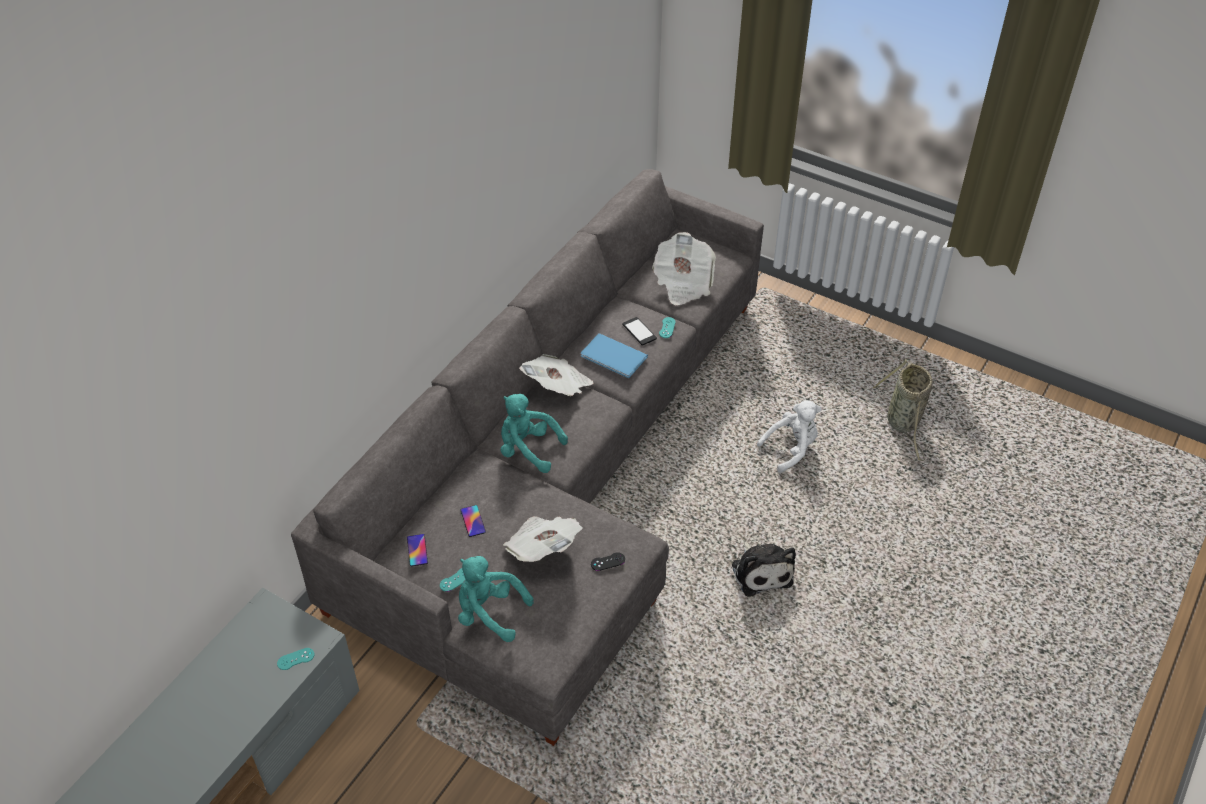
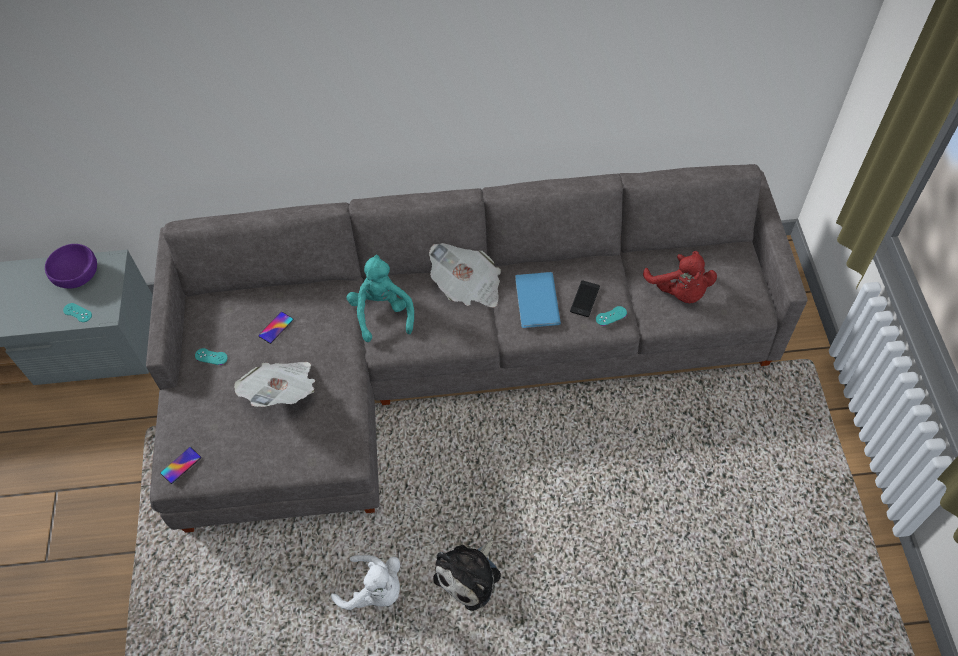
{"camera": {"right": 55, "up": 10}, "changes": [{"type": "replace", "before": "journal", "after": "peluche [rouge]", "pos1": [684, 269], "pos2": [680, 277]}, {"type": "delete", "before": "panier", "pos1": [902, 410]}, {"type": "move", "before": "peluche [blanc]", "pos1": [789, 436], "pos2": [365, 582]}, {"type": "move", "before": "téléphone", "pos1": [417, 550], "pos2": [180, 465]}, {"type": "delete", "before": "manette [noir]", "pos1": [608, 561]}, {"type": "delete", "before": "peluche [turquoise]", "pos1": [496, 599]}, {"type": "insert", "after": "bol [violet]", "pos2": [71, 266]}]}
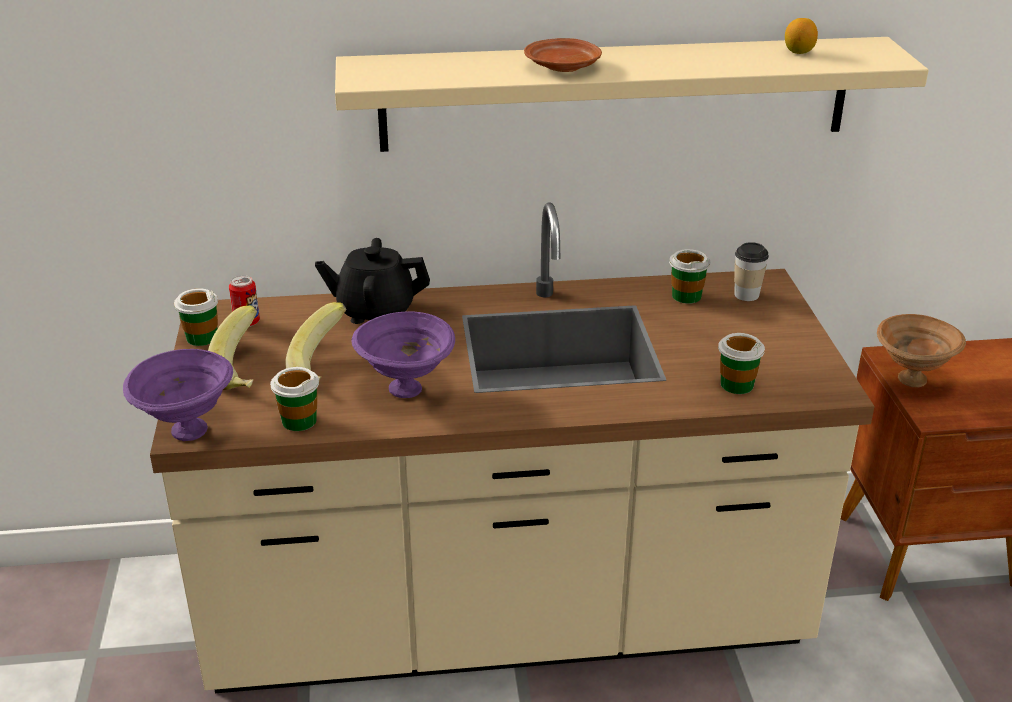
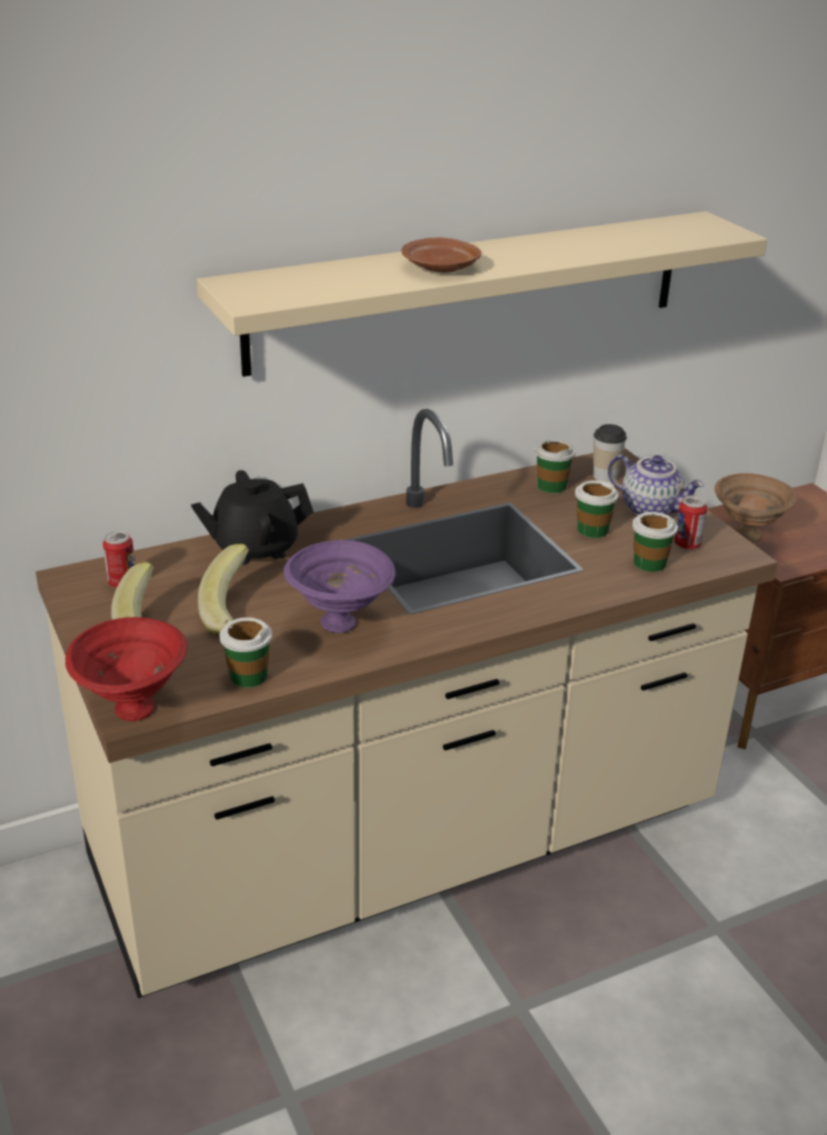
{"camera": {"right": -20, "up": 0}, "changes": [{"type": "delete", "before": "citron", "pos1": [801, 36]}, {"type": "move", "before": "tasse", "pos1": [196, 317], "pos2": [597, 509]}, {"type": "recolor", "before": "bol [violet]", "after": "bol [rouge]", "pos1": [178, 395], "pos2": [126, 669]}, {"type": "insert", "after": "théière", "pos2": [656, 485]}, {"type": "insert", "after": "boîte métallique", "pos2": [690, 523]}]}
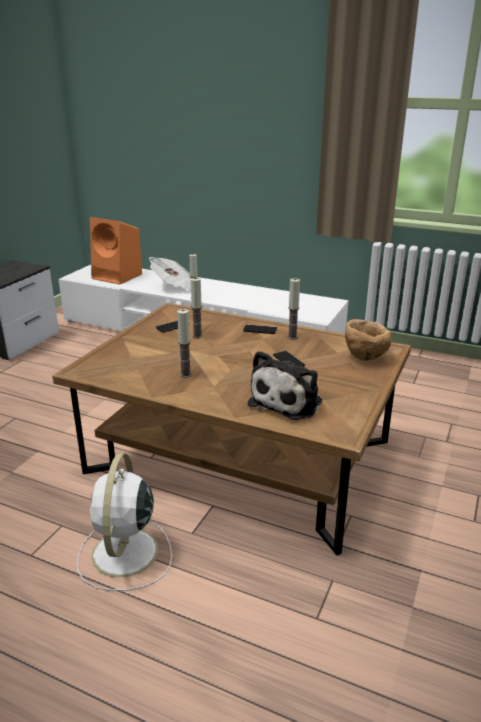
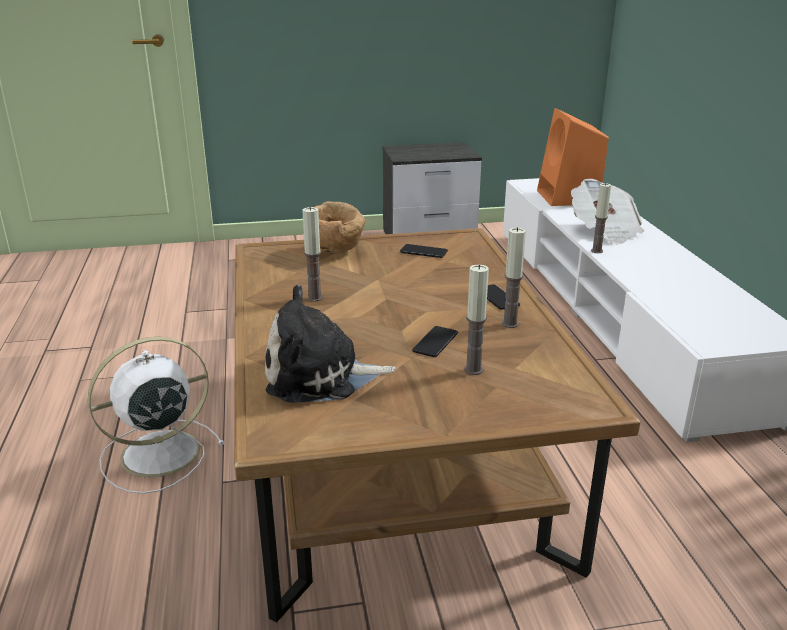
{"camera": {"right": 55, "up": 0}, "changes": [{"type": "move", "before": "bougie", "pos1": [197, 308], "pos2": [476, 320]}, {"type": "move", "before": "bol [marron]", "pos1": [368, 340], "pos2": [340, 227]}]}
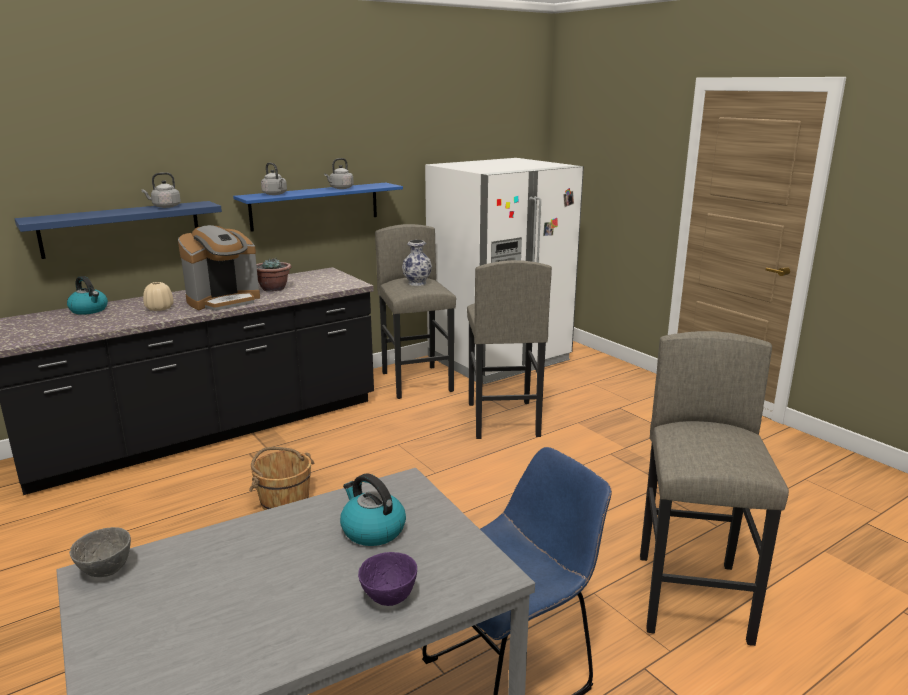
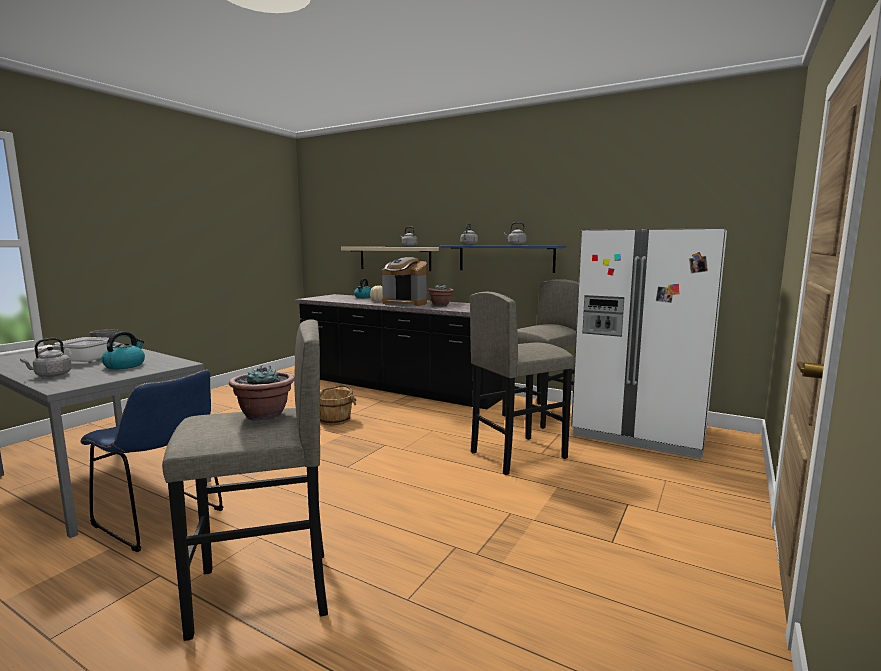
{"camera": {"right": 65, "up": -10}, "changes": [{"type": "recolor", "before": "étagère [bleu]", "after": "étagère [beige]", "pos1": [118, 230], "pos2": [390, 259]}, {"type": "delete", "before": "vase", "pos1": [417, 263]}, {"type": "replace", "before": "bol [violet]", "after": "bouilloire [gris]", "pos1": [387, 579], "pos2": [46, 357]}, {"type": "insert", "after": "poêle", "pos2": [73, 349]}, {"type": "insert", "after": "plante en pot", "pos2": [261, 393]}]}
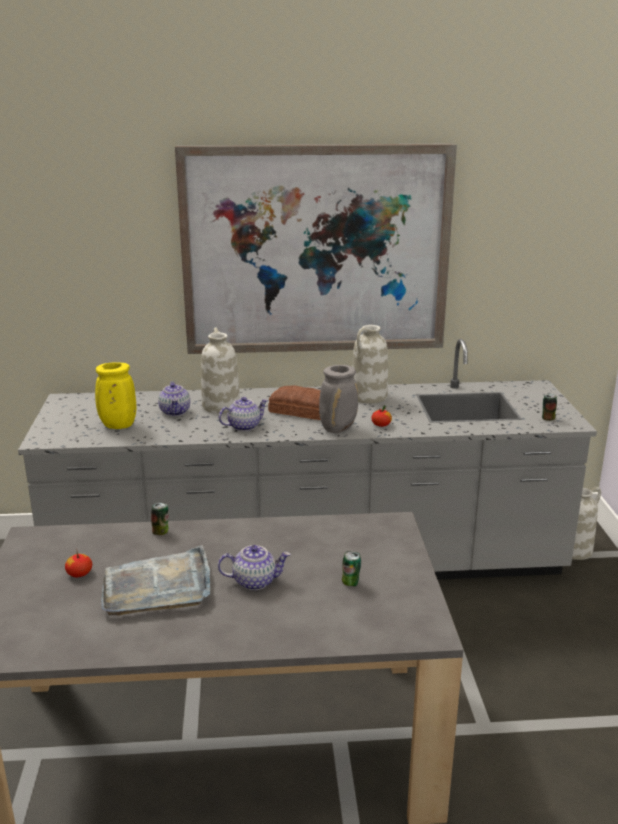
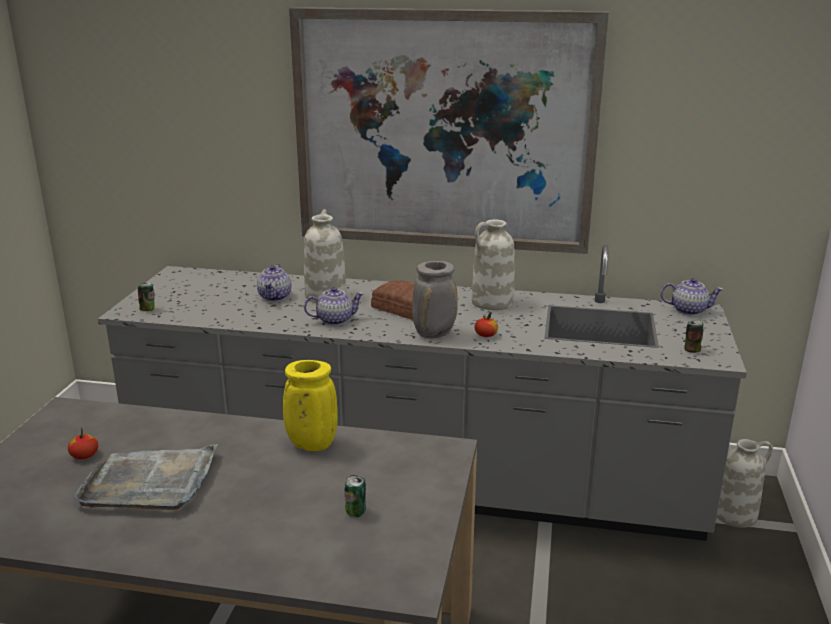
{"camera": {"right": 15, "up": 0}, "changes": [{"type": "move", "before": "vase [jaune]", "pos1": [115, 395], "pos2": [310, 405]}, {"type": "move", "before": "boîte métallique", "pos1": [160, 519], "pos2": [146, 296]}, {"type": "move", "before": "théière", "pos1": [254, 567], "pos2": [692, 296]}]}
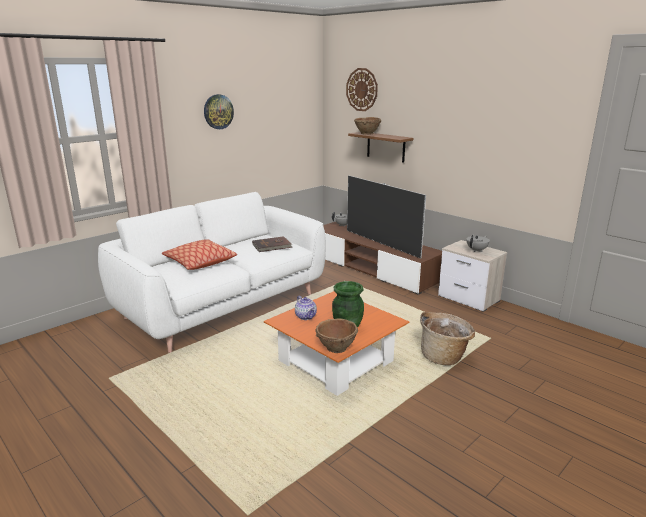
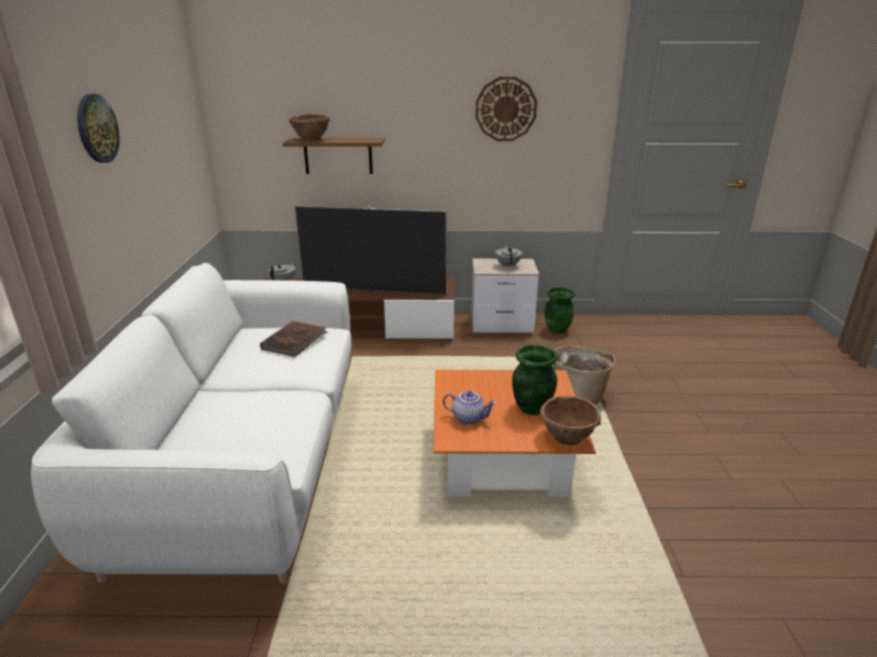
{"camera": {"right": -45, "up": 5}, "changes": [{"type": "move", "before": "horloge murale", "pos1": [362, 89], "pos2": [506, 109]}, {"type": "delete", "before": "coussin", "pos1": [199, 255]}, {"type": "insert", "after": "vase [vert]", "pos2": [560, 310]}]}
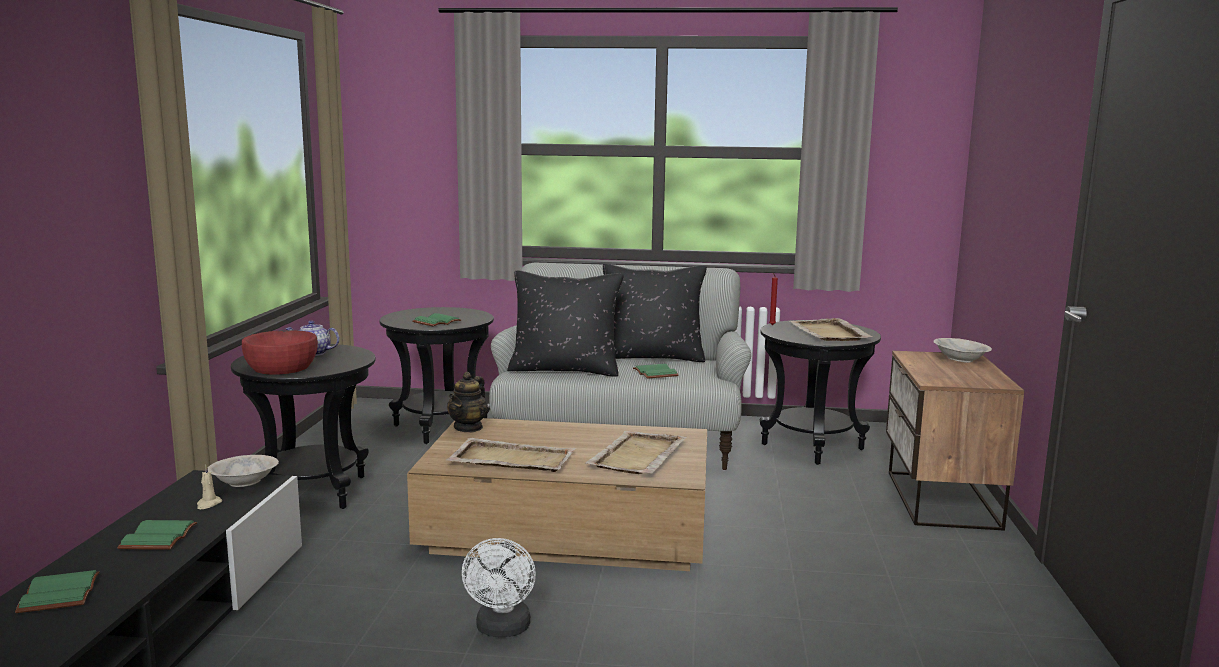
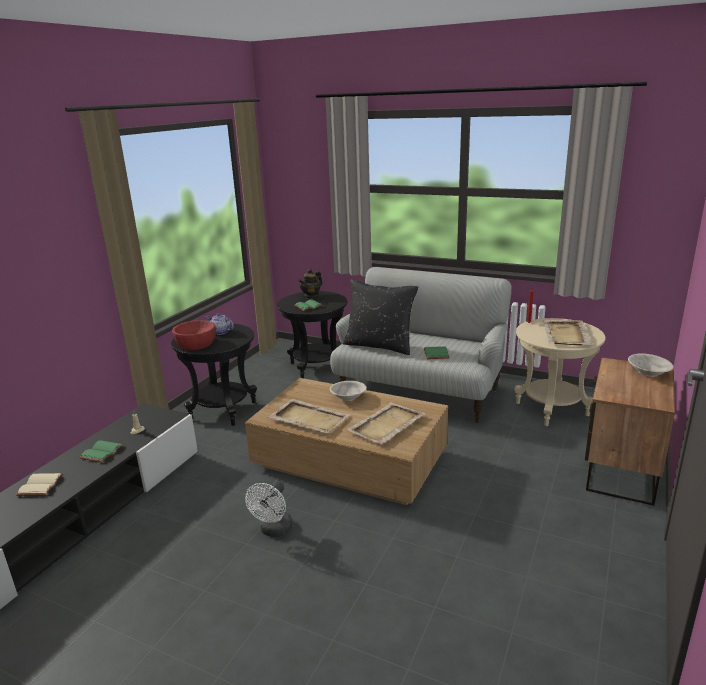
{"camera": {"right": 20, "up": 10}, "changes": [{"type": "delete", "before": "coussin [noir]", "pos1": [655, 313]}, {"type": "recolor", "before": "table d'appoint [noir]", "after": "table d'appoint [beige]", "pos1": [820, 392], "pos2": [559, 372]}, {"type": "move", "before": "théière", "pos1": [467, 402], "pos2": [310, 284]}, {"type": "move", "before": "bol [beige]", "pos1": [243, 471], "pos2": [348, 391]}, {"type": "recolor", "before": "livre [vert]", "after": "livre [beige]", "pos1": [57, 591], "pos2": [39, 484]}]}
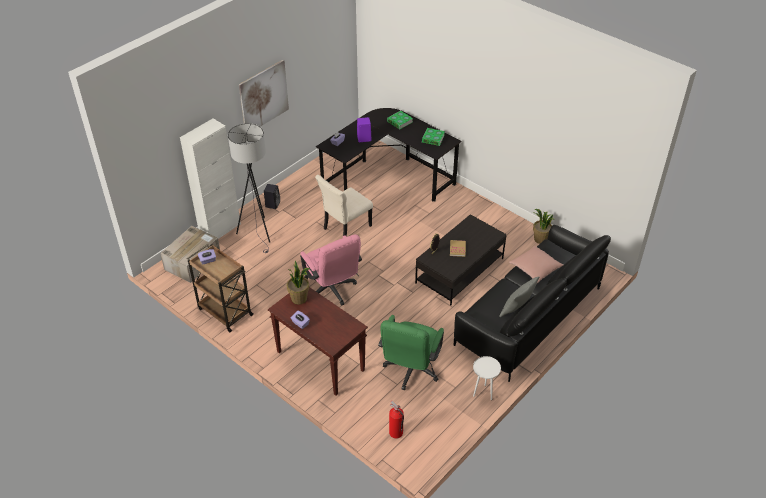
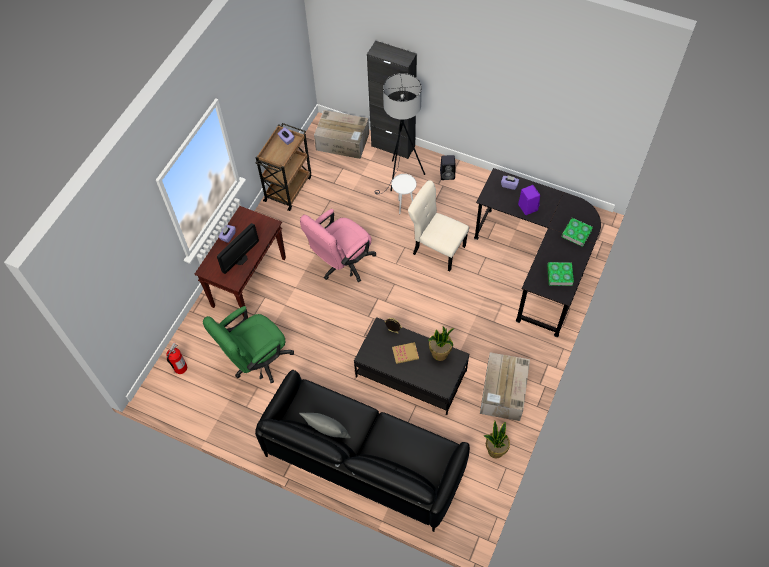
{"camera": {"right": 75, "up": 15}, "changes": [{"type": "delete", "before": "tableau", "pos1": [264, 93]}, {"type": "recolor", "before": "meuble de rangement [blanc]", "after": "meuble de rangement [noir]", "pos1": [210, 179], "pos2": [392, 100]}, {"type": "delete", "before": "coussin [rose]", "pos1": [536, 264]}, {"type": "move", "before": "plante en pot", "pos1": [298, 282], "pos2": [441, 343]}, {"type": "rotate", "before": "chaise de bureau [vert]", "pos1": [411, 352], "pos2": [248, 344], "turn": -45}, {"type": "move", "before": "table d'appoint [blanc]", "pos1": [487, 378], "pos2": [403, 194]}, {"type": "insert", "after": "écran d'ordinateur", "pos2": [238, 248]}, {"type": "insert", "after": "carton", "pos2": [505, 386]}]}
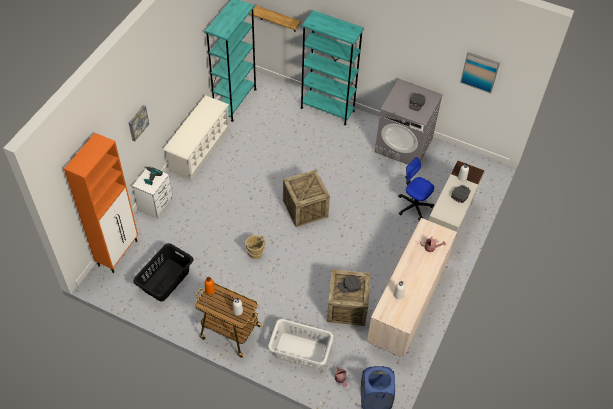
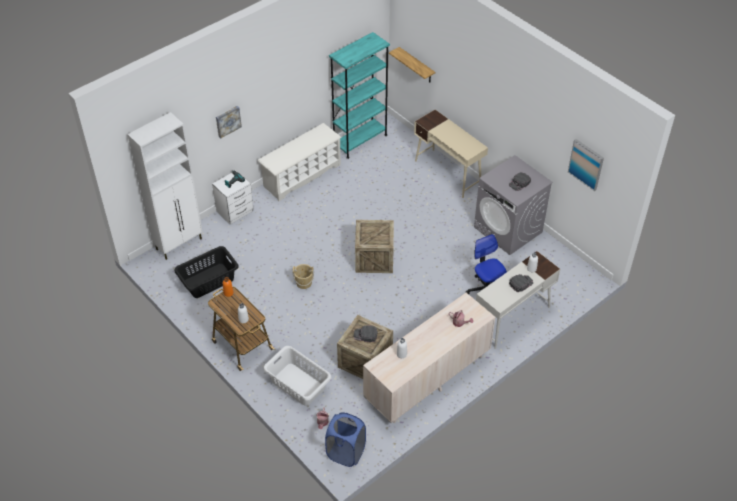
{"camera": {"right": 25, "up": -5}, "changes": [{"type": "replace", "before": "bibliothèque [turquoise]", "after": "bureau [beige]", "pos1": [332, 67], "pos2": [451, 153]}, {"type": "recolor", "before": "meuble de rangement [orange]", "after": "meuble de rangement [blanc]", "pos1": [101, 203], "pos2": [165, 186]}]}
